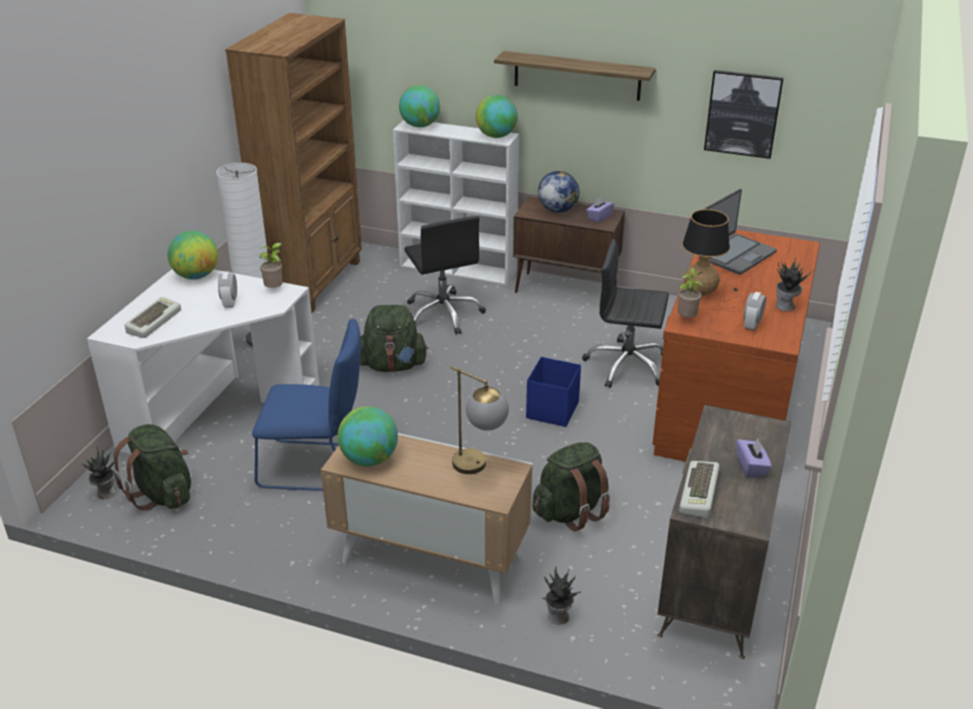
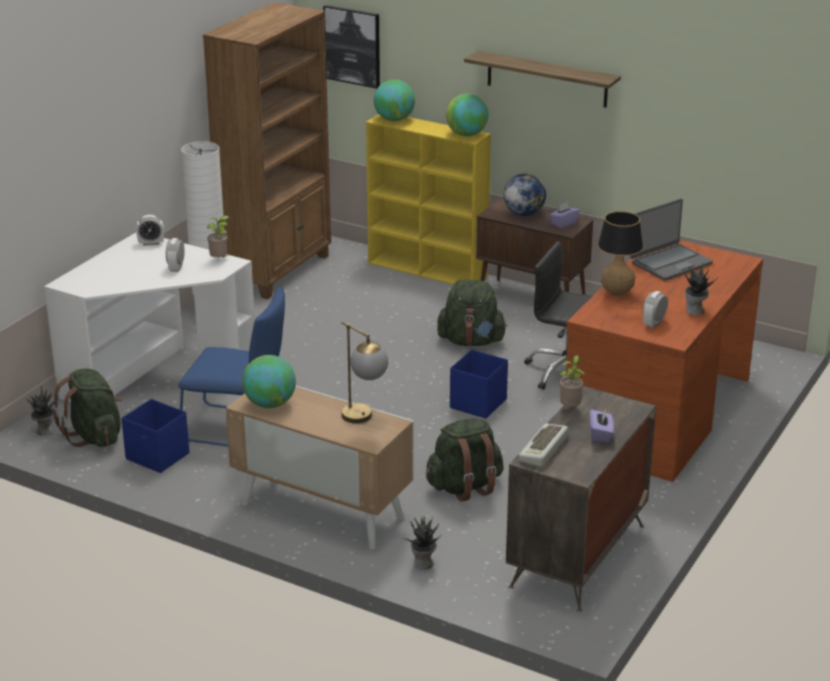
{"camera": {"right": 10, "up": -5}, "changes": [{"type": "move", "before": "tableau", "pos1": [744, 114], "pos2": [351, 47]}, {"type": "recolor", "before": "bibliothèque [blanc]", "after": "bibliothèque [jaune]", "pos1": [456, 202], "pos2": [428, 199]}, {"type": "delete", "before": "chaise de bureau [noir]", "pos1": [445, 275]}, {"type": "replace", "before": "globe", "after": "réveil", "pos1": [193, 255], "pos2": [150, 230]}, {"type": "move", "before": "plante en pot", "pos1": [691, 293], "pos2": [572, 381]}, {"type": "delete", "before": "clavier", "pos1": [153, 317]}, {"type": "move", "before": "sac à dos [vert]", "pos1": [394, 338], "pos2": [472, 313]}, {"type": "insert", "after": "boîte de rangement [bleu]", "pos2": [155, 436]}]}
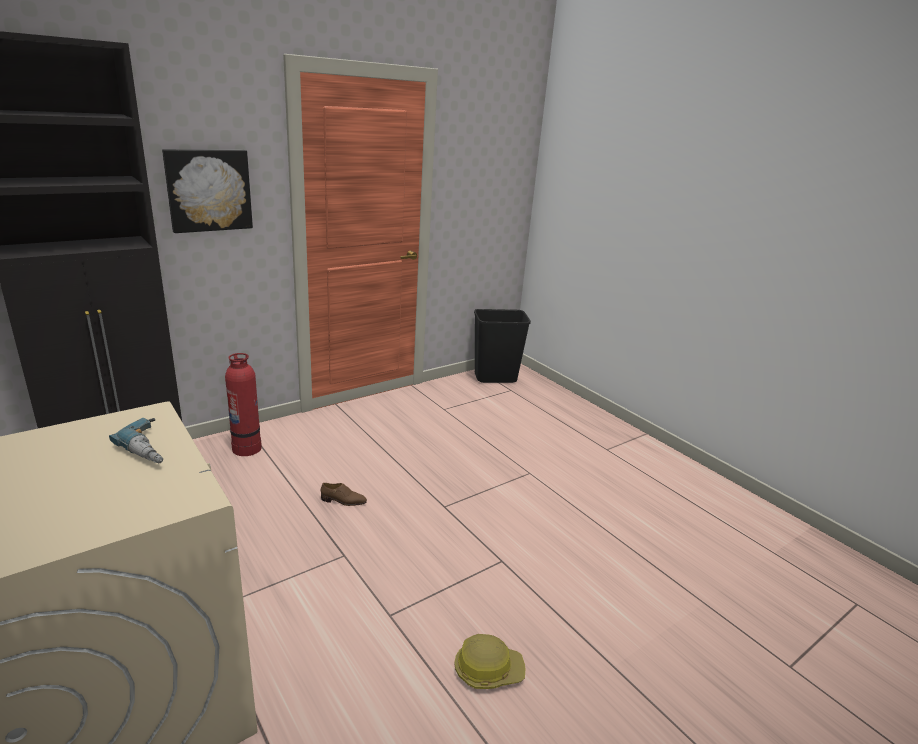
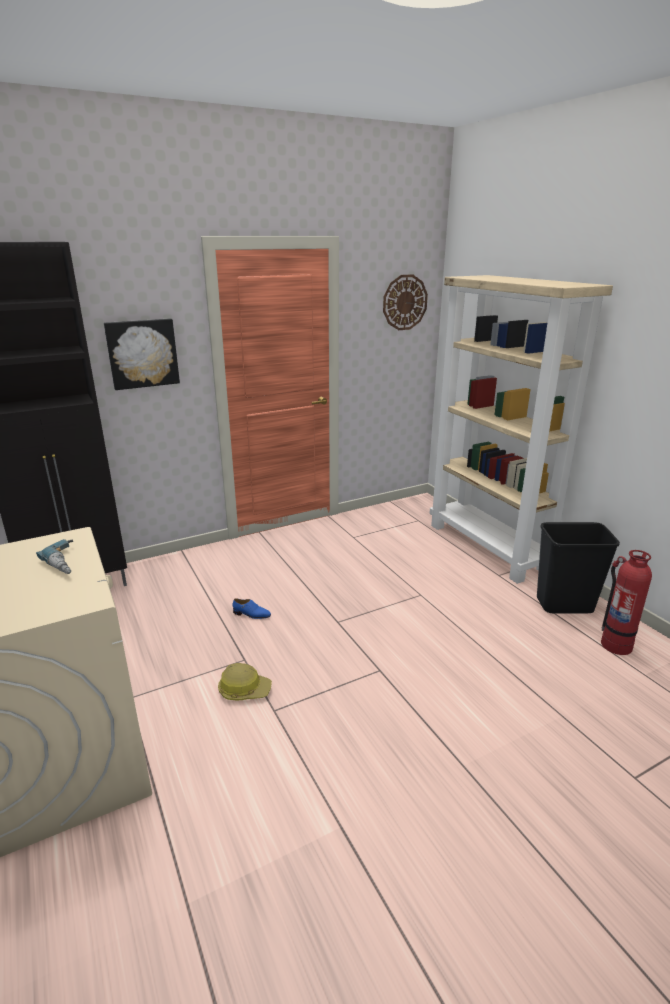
{"camera": {"right": 10, "up": 0}, "changes": [{"type": "move", "before": "poubelle [noir]", "pos1": [502, 346], "pos2": [578, 567]}, {"type": "move", "before": "extincteur", "pos1": [243, 404], "pos2": [626, 602]}, {"type": "recolor", "before": "chaussure [marron]", "after": "chaussure [bleu]", "pos1": [344, 494], "pos2": [252, 608]}, {"type": "move", "before": "casque de chantier", "pos1": [489, 661], "pos2": [245, 681]}, {"type": "insert", "after": "horloge murale", "pos2": [405, 302]}, {"type": "insert", "after": "bibliothèque [beige]", "pos2": [521, 429]}]}
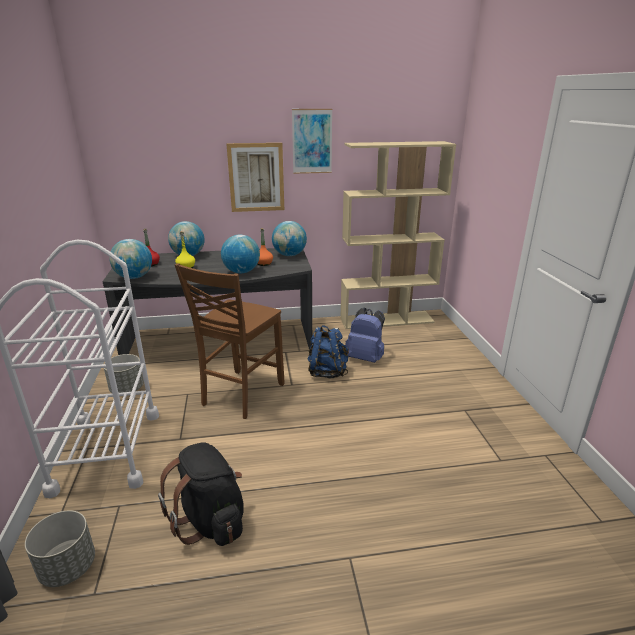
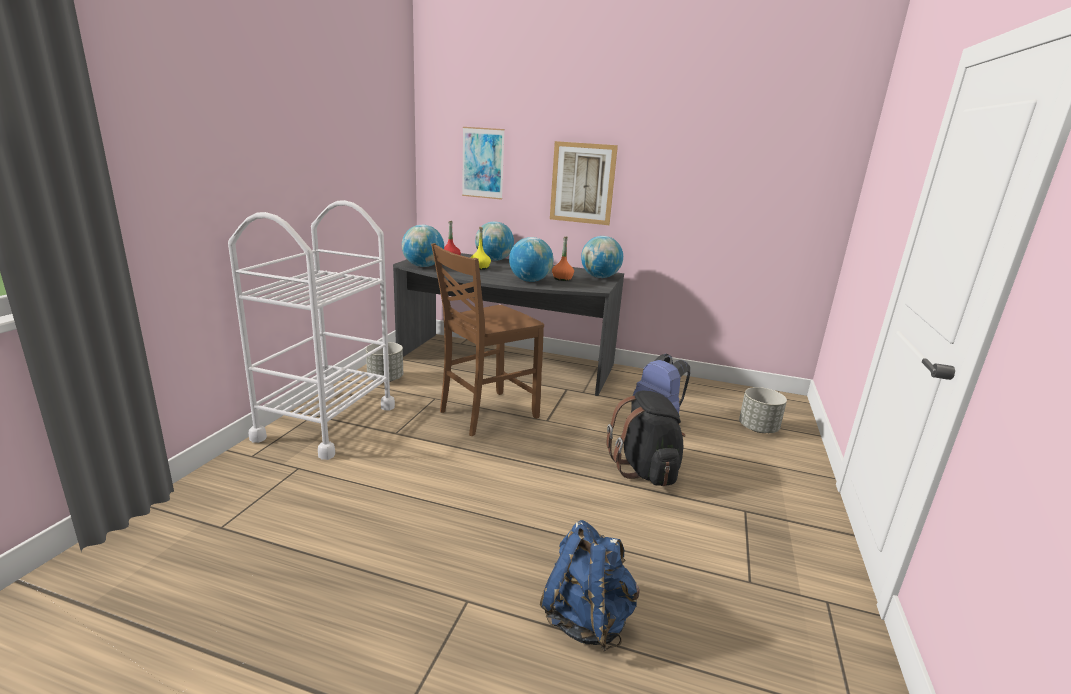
{"camera": {"right": 25, "up": -5}, "changes": [{"type": "move", "before": "tableau", "pos1": [312, 141], "pos2": [483, 163]}, {"type": "delete", "before": "bibliothèque [beige]", "pos1": [398, 235]}, {"type": "move", "before": "sac à dos [bleu]", "pos1": [328, 351], "pos2": [590, 585]}, {"type": "move", "before": "sac à dos [noir]", "pos1": [201, 494], "pos2": [646, 438]}, {"type": "move", "before": "cache-pot [gris]", "pos1": [60, 548], "pos2": [763, 410]}]}
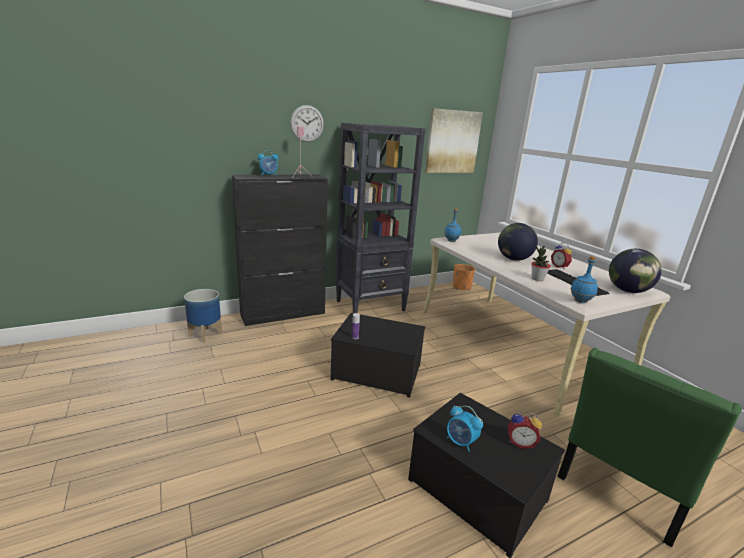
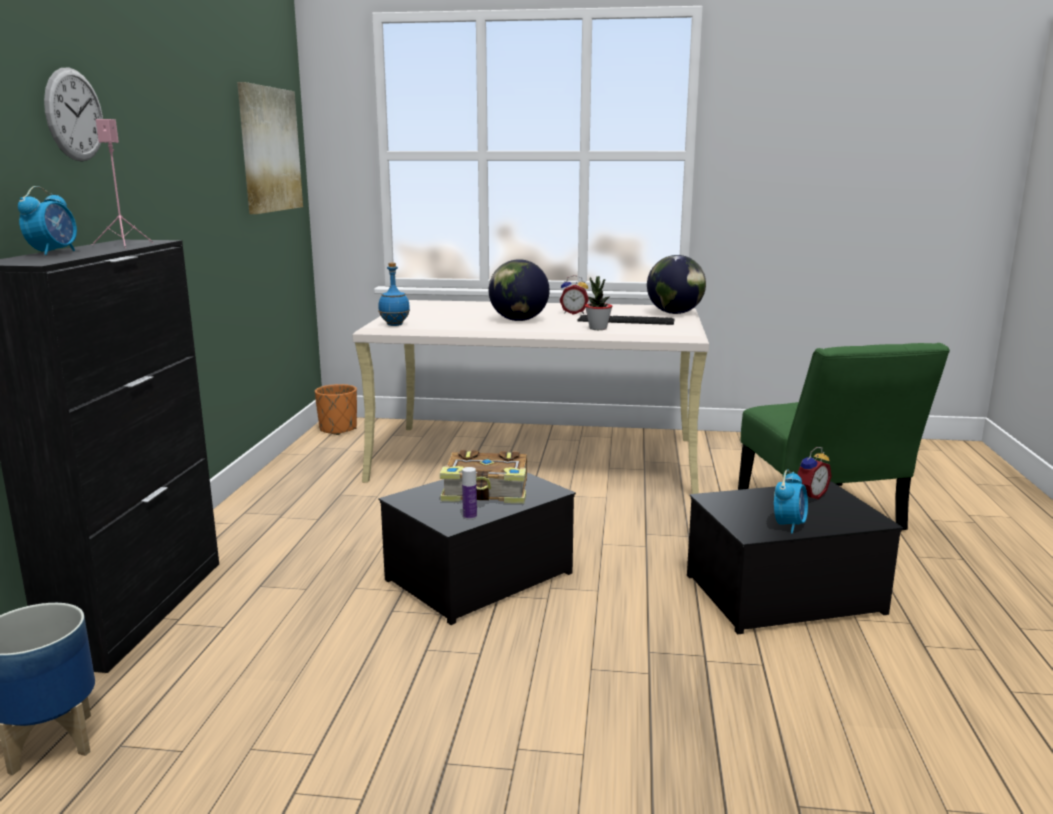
{"camera": {"right": -55, "up": -5}, "changes": [{"type": "delete", "before": "bibliothèque [noir]", "pos1": [381, 218]}, {"type": "delete", "before": "bouteille [bleu]", "pos1": [584, 279]}, {"type": "rotate", "before": "réveil", "pos1": [465, 428], "pos2": [791, 501], "turn": -45}, {"type": "insert", "after": "livre", "pos2": [483, 476]}]}
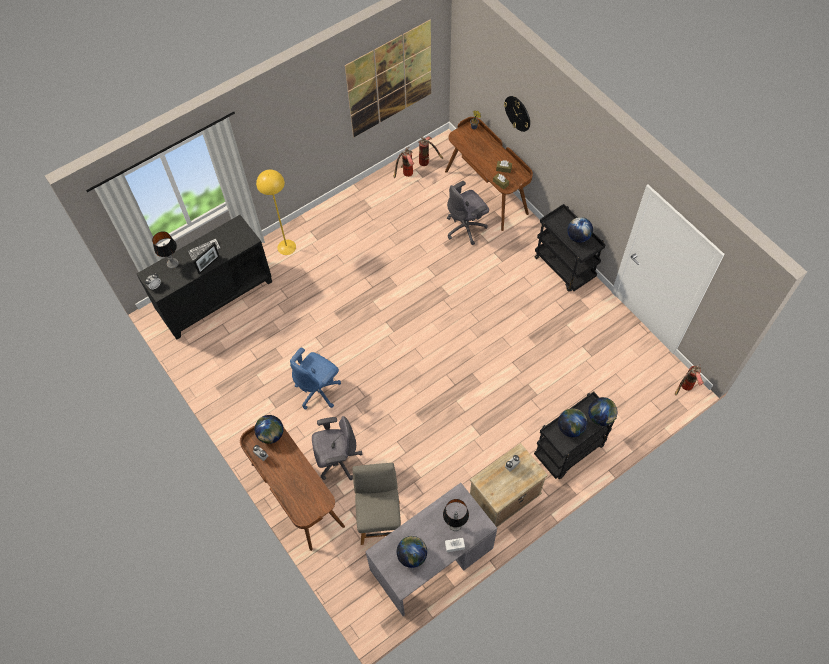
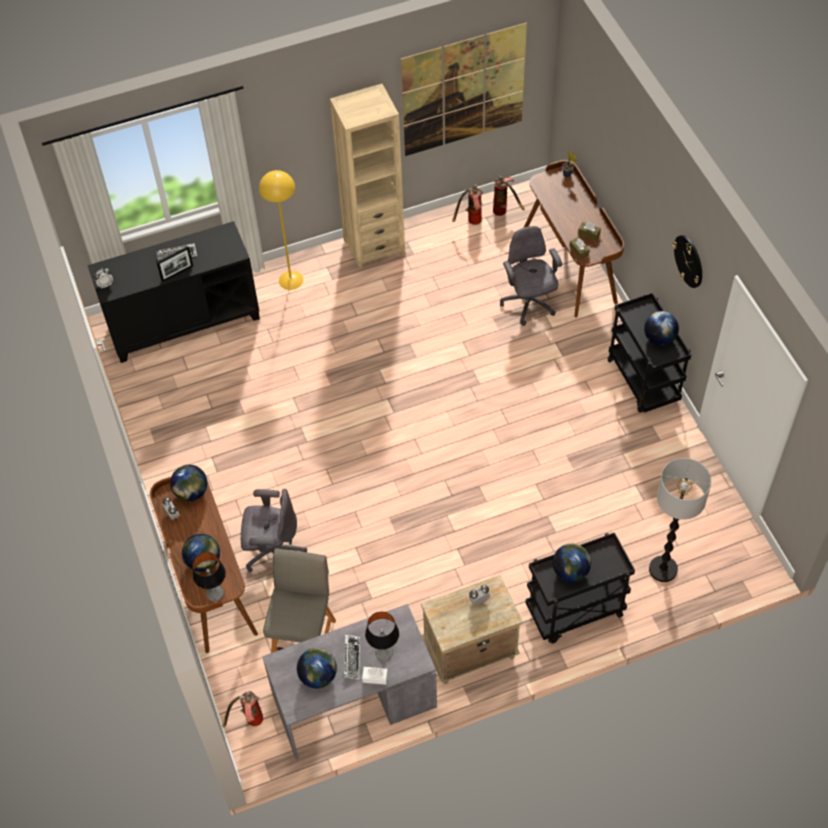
{"camera": {"right": 15, "up": -5}, "changes": [{"type": "move", "before": "horloge murale", "pos1": [517, 114], "pos2": [687, 261]}, {"type": "rotate", "before": "chaise de bureau [gris]", "pos1": [468, 213], "pos2": [531, 276], "turn": 90}, {"type": "move", "before": "lampe de table", "pos1": [165, 250], "pos2": [209, 576]}, {"type": "delete", "before": "chaise de bureau [bleu]", "pos1": [315, 379]}, {"type": "move", "before": "extincteur", "pos1": [689, 379], "pos2": [242, 709]}, {"type": "move", "before": "globe", "pos1": [602, 411], "pos2": [201, 553]}, {"type": "insert", "after": "bibliothèque [beige]", "pos2": [367, 176]}, {"type": "insert", "after": "lampadaire", "pos2": [680, 520]}, {"type": "insert", "after": "clavier", "pos2": [351, 657]}]}
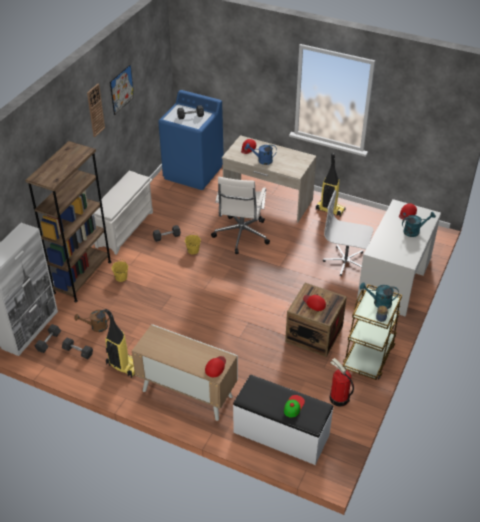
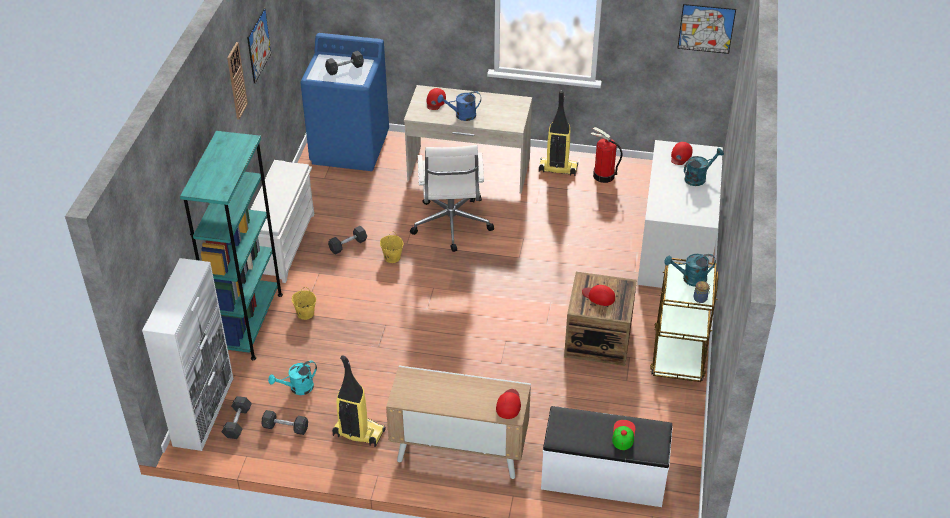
{"camera": {"right": -15, "up": 0}, "changes": [{"type": "recolor", "before": "bibliothèque [marron]", "after": "bibliothèque [turquoise]", "pos1": [68, 221], "pos2": [231, 245]}, {"type": "delete", "before": "chaise de bureau [blanc]", "pos1": [348, 233]}, {"type": "recolor", "before": "arrosoir [marron]", "after": "arrosoir [turquoise]", "pos1": [92, 321], "pos2": [292, 378]}, {"type": "move", "before": "extincteur", "pos1": [342, 382], "pos2": [606, 155]}, {"type": "insert", "after": "tableau", "pos2": [706, 29]}]}
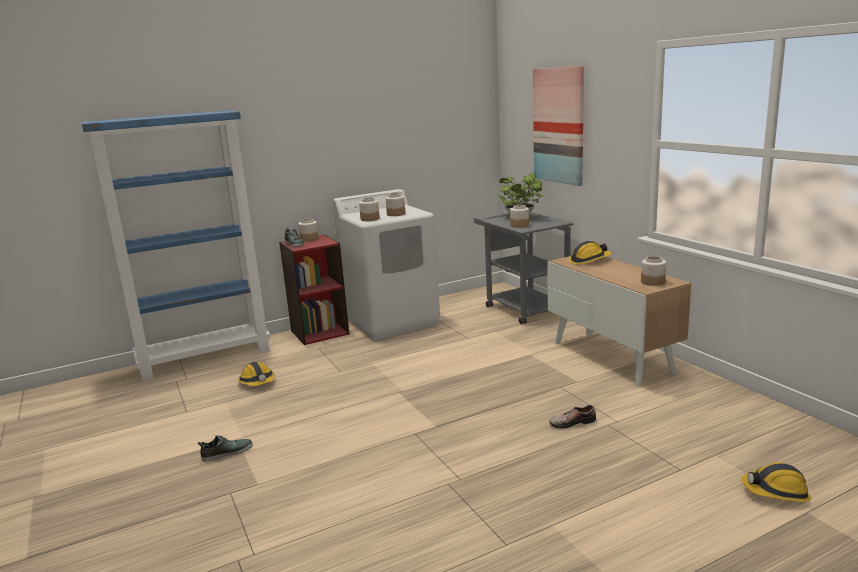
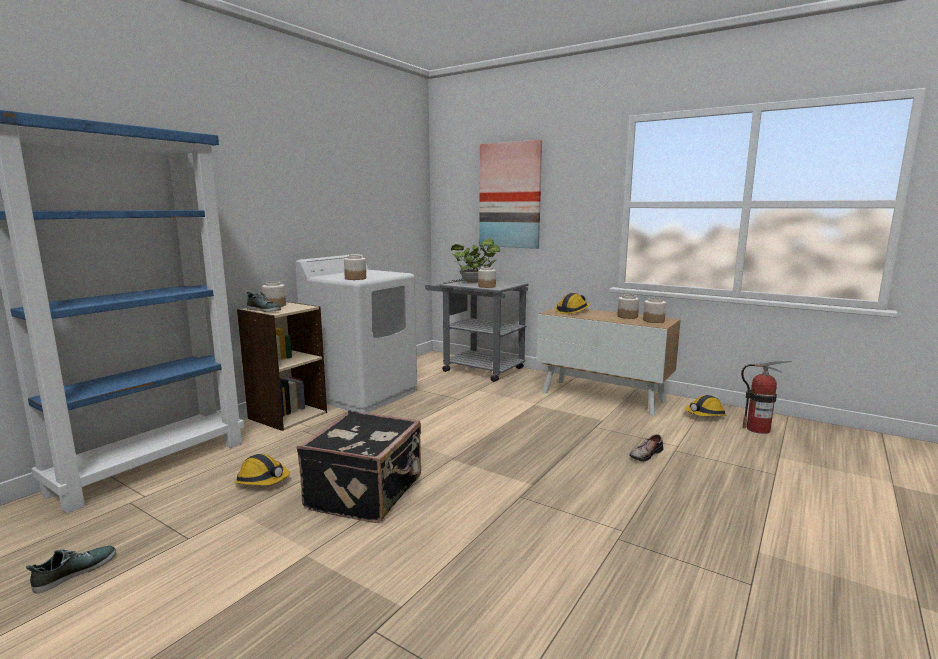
{"camera": {"right": -30, "up": -5}, "changes": [{"type": "move", "before": "bocal", "pos1": [395, 204], "pos2": [628, 306]}, {"type": "recolor", "before": "bibliothèque [rouge]", "after": "bibliothèque [beige]", "pos1": [314, 289], "pos2": [282, 366]}, {"type": "move", "before": "chaussure", "pos1": [225, 448], "pos2": [71, 569]}, {"type": "move", "before": "casque de chantier", "pos1": [776, 482], "pos2": [706, 405]}, {"type": "insert", "after": "extincteur", "pos2": [766, 397]}, {"type": "insert", "after": "valise [noir]", "pos2": [359, 466]}]}
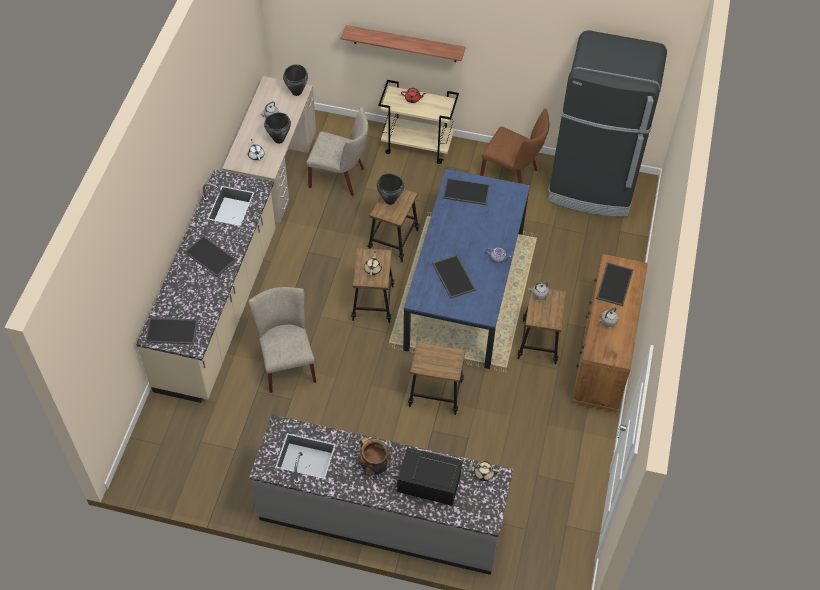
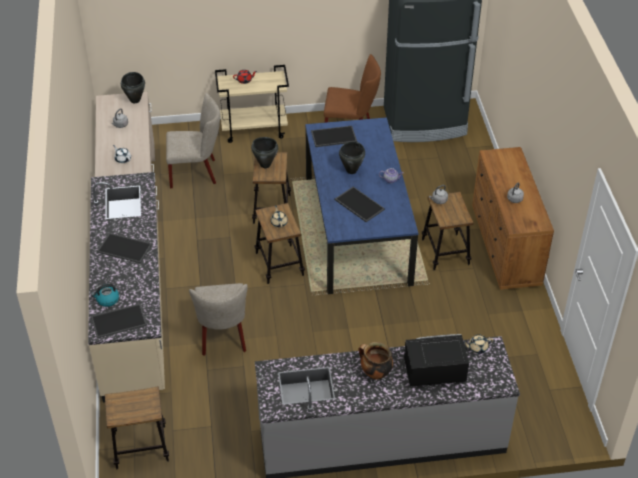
{"camera": {"right": -20, "up": -10}, "changes": [{"type": "delete", "before": "étagère", "pos1": [403, 43]}, {"type": "move", "before": "marmite [noir]", "pos1": [277, 128], "pos2": [352, 157]}, {"type": "delete", "before": "plateau", "pos1": [615, 284]}, {"type": "rotate", "before": "chaise [beige]", "pos1": [282, 340], "pos2": [218, 319], "turn": -150}, {"type": "move", "before": "tabouret", "pos1": [437, 378], "pos2": [137, 428]}, {"type": "insert", "after": "bouilloire", "pos2": [105, 295]}]}
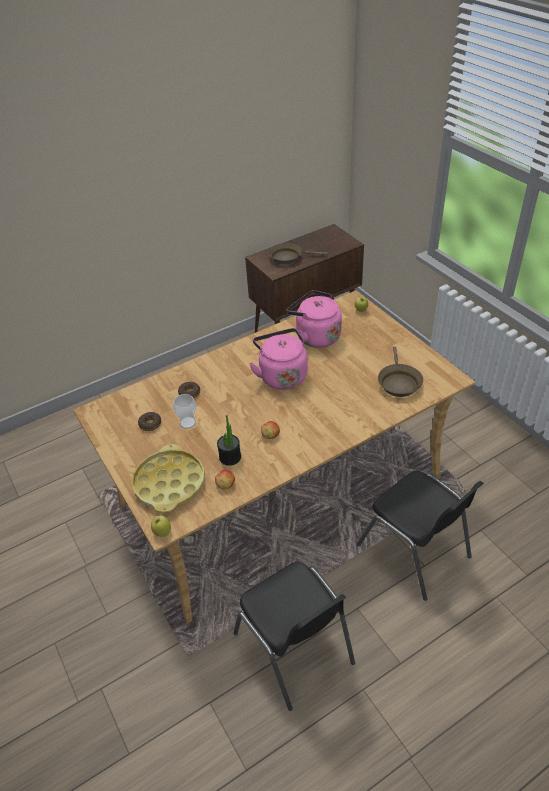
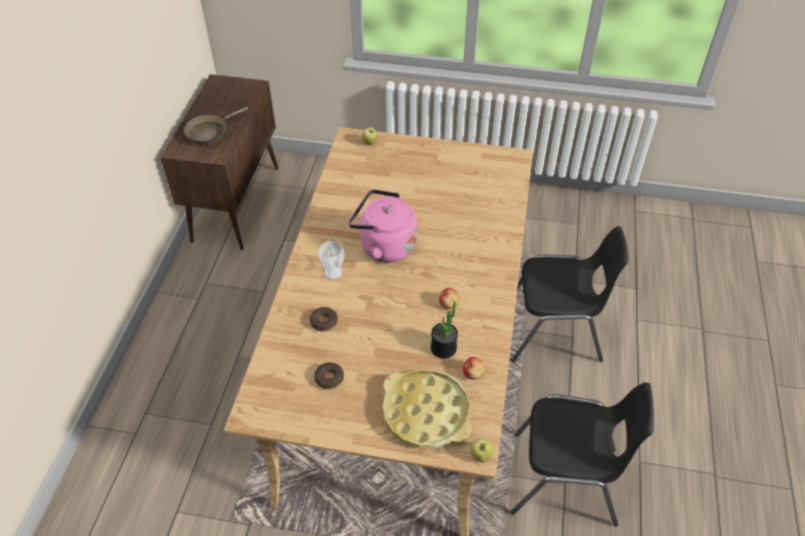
{"camera": {"right": -50, "up": 5}, "changes": [{"type": "delete", "before": "bouilloire [rose]", "pos1": [314, 319]}, {"type": "delete", "before": "poêle [marron]", "pos1": [400, 371]}, {"type": "move", "before": "tasse", "pos1": [184, 411], "pos2": [331, 260]}]}
